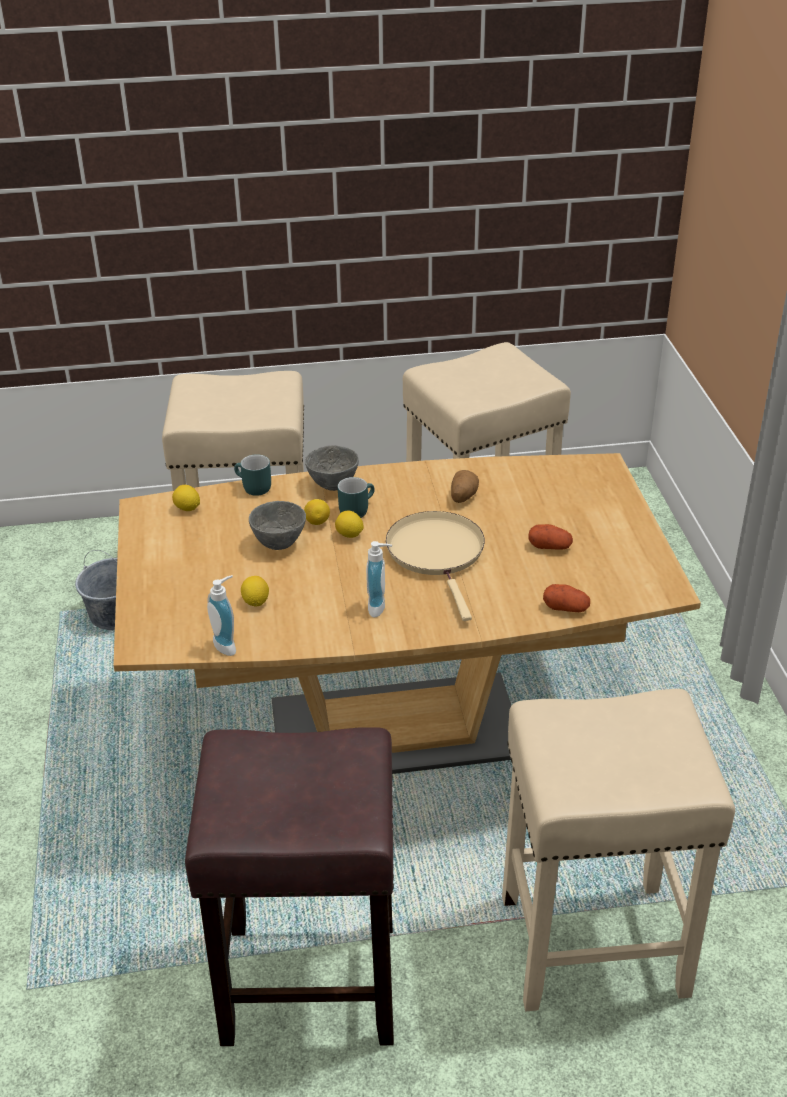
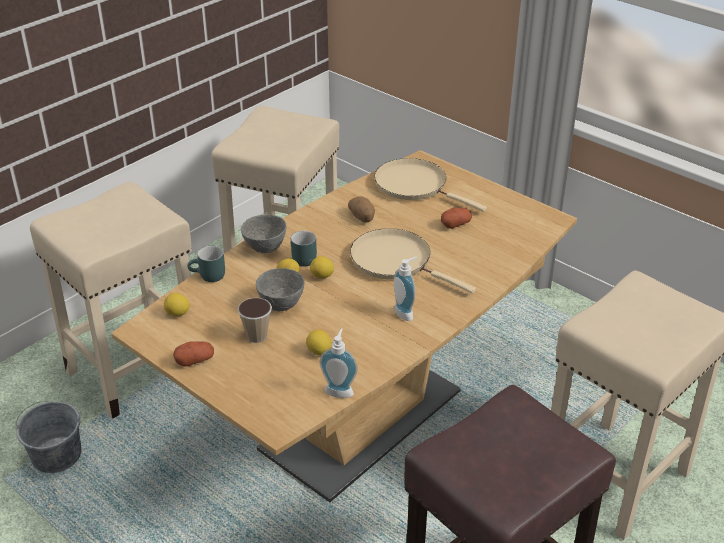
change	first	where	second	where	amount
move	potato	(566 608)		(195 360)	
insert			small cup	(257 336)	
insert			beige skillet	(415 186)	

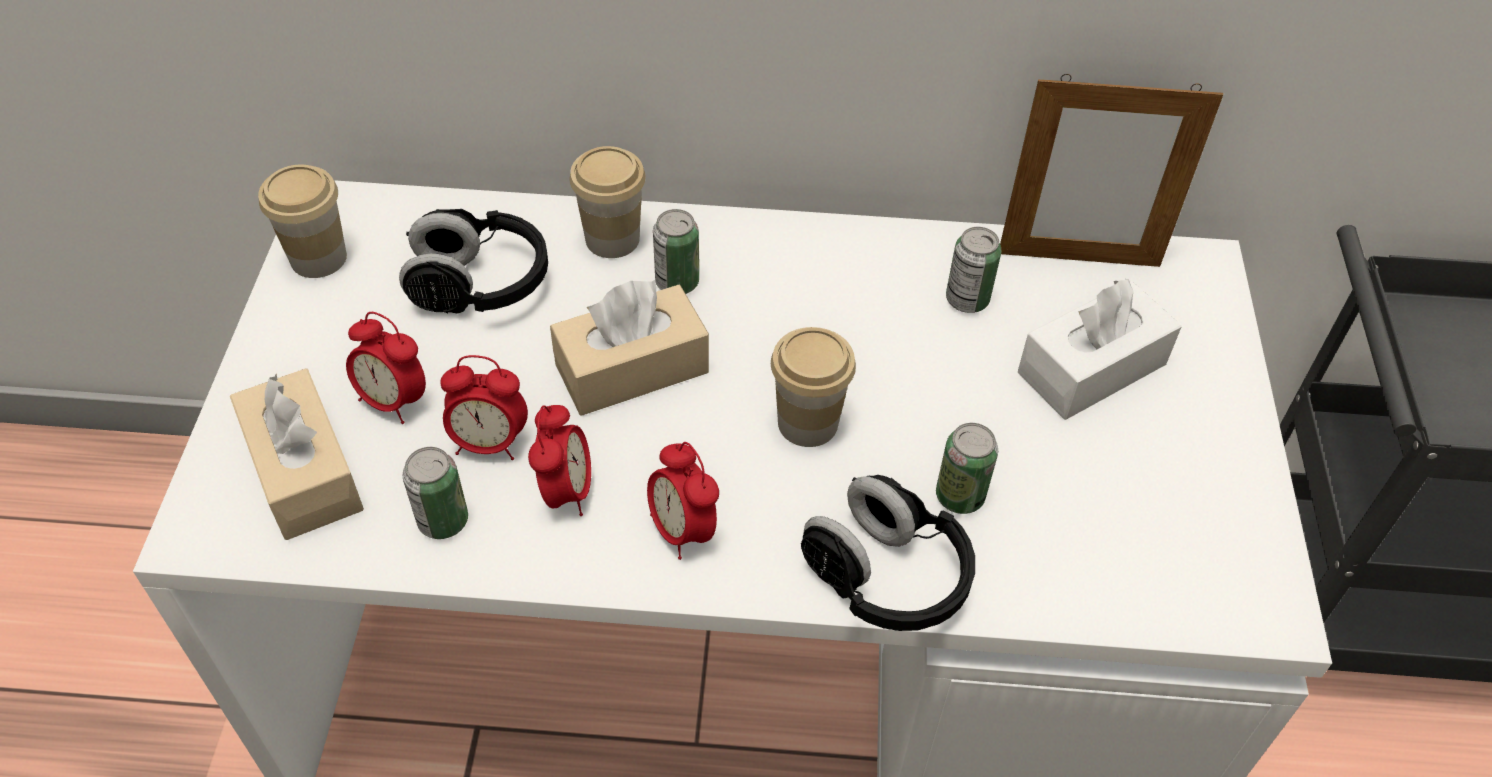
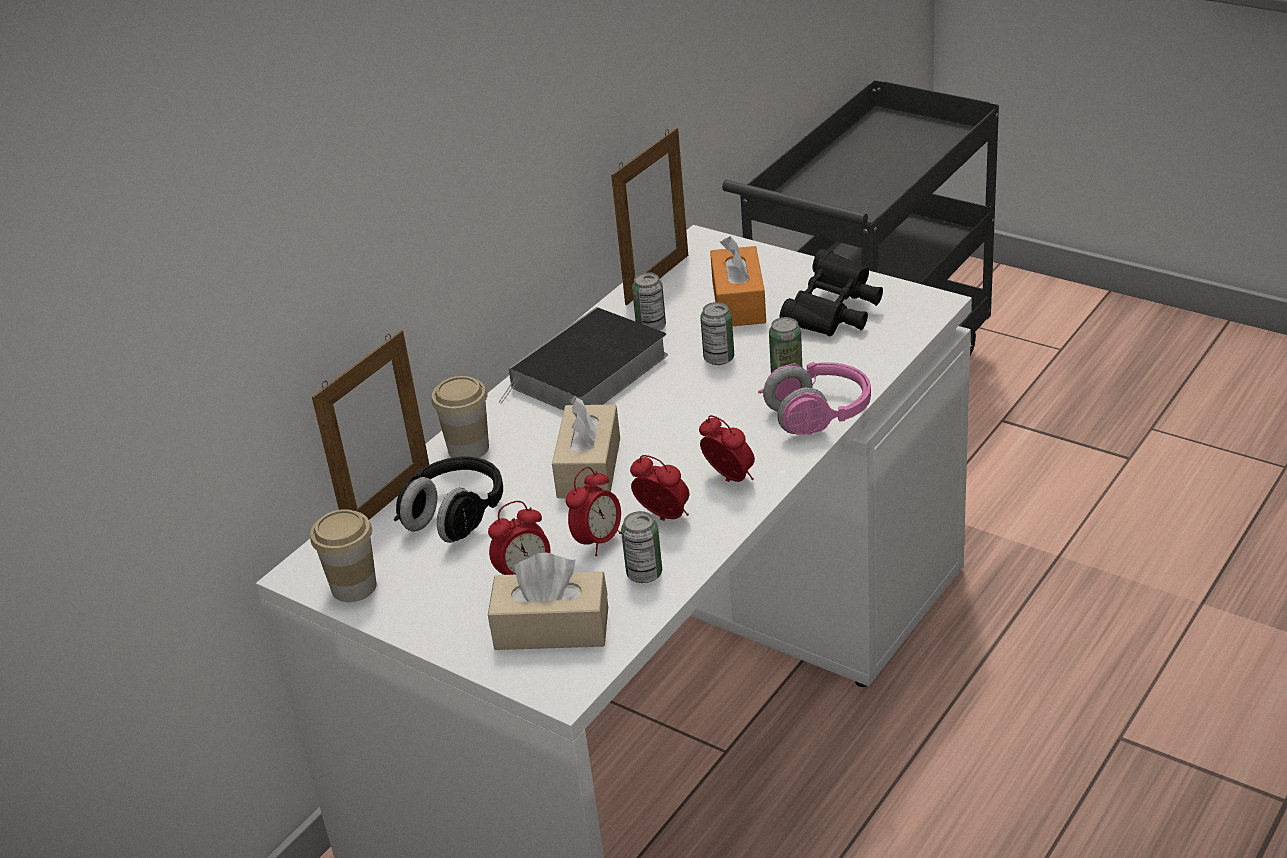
change	first	where	second	where	amount
rotate	alarm clock	(682 530)		(729 479)	135 degrees counterclockwise
move	can	(677 282)		(719 358)	
delete	small cup	(808 422)			
recolor	black headphones	(886 576)	pink-coloured headphones	(818 415)	
recolor	whitish tissue holder	(1091 368)	orange tissue holder	(738 302)	
insert			photo frame	(388 502)	
insert			book	(588 374)	
insert			black binoculars	(833 314)	

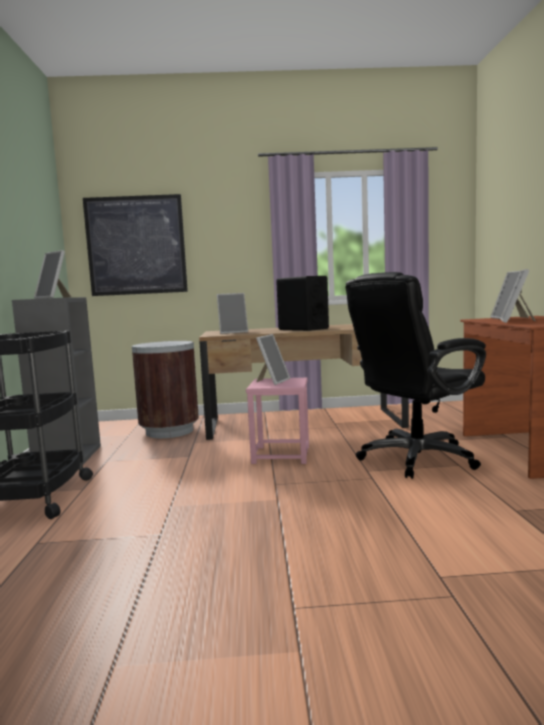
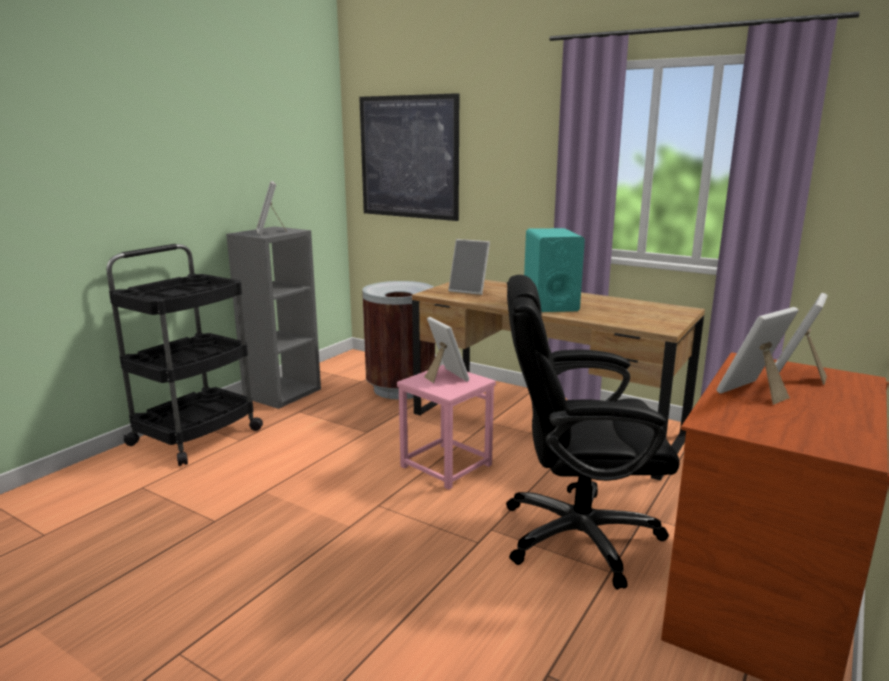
change	first	where	second	where	amount
rotate	photo frame	(272 381)		(445 377)	90 degrees counterclockwise
recolor	black loudspeaker	(303 329)	blue-green loudspeaker	(550 304)	

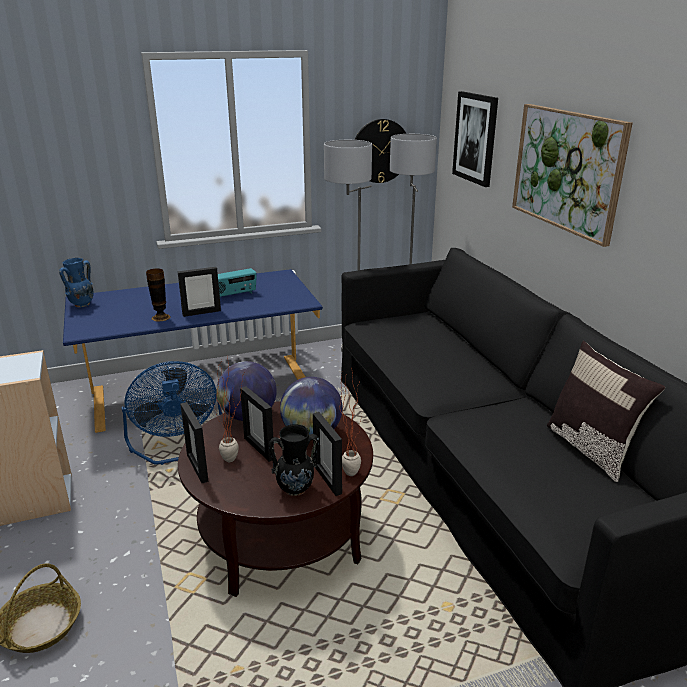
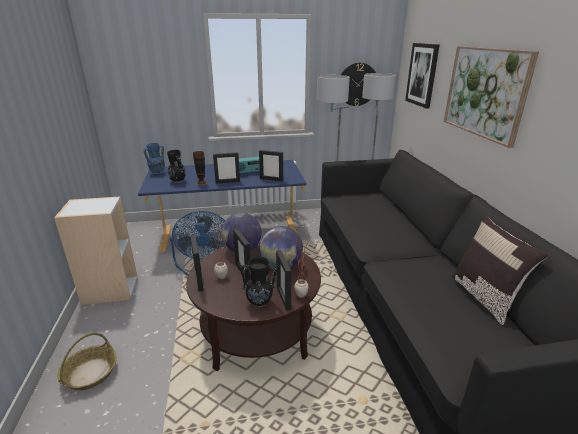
change	first	where	second	where	amount
insert			black decorative vase	(177 181)	
insert			photo frame	(271 179)	

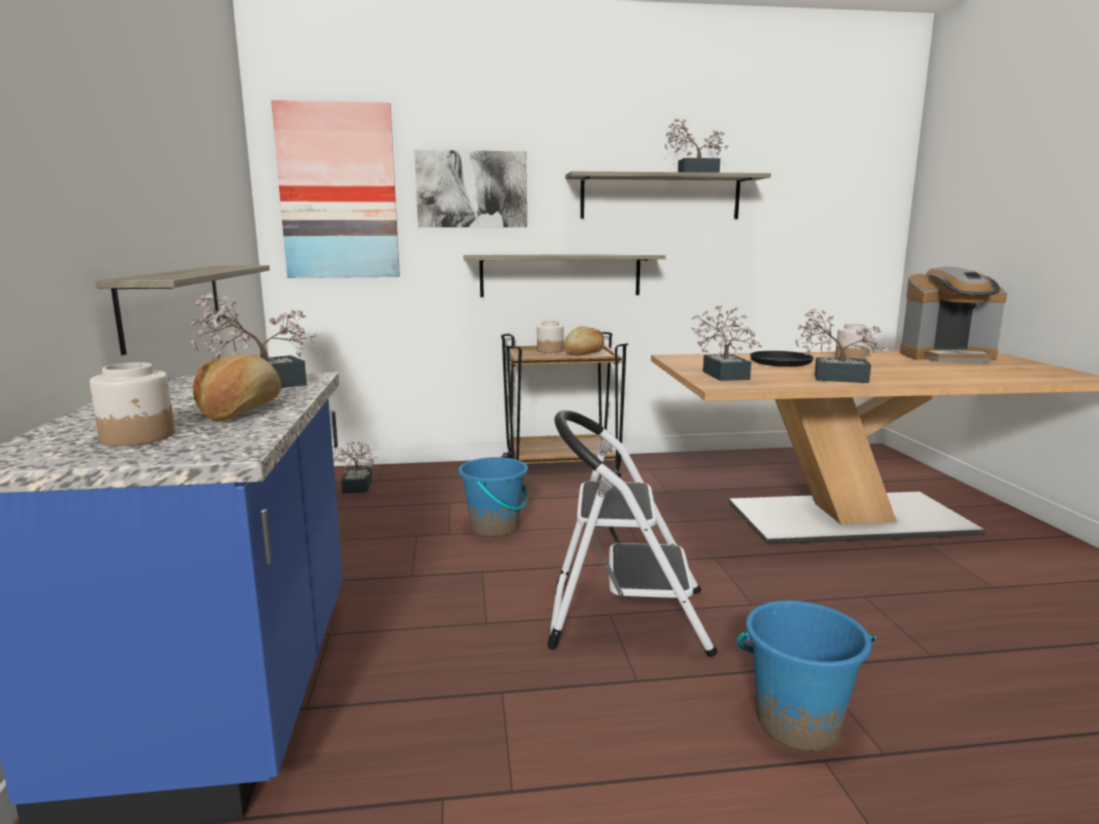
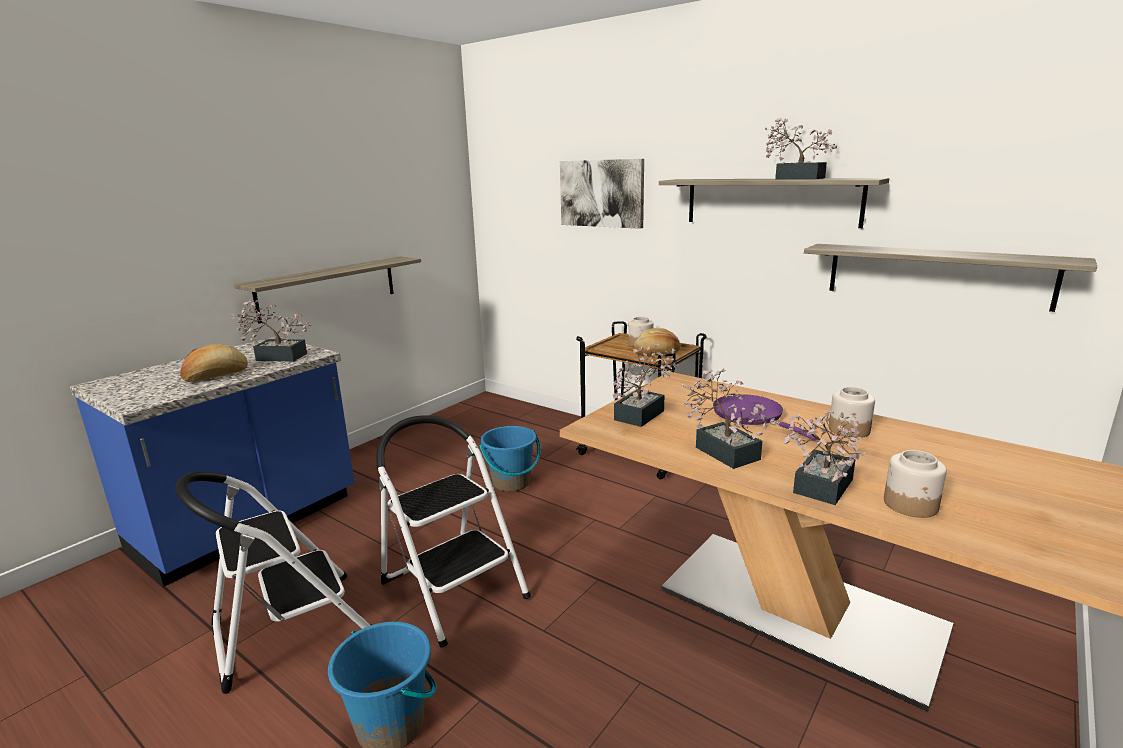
change	first	where	second	where	amount
move	jar	(138 437)		(911 505)	
delete	wall art	(338 192)			
move	plant in a pot	(356 488)		(819 489)	
move	wall shelf	(560 275)		(936 275)	
recolor	black skillet	(786 363)	purplish skillet	(751 416)	
delete	coffee machine	(947 357)			
insert			step ladder	(286 630)	

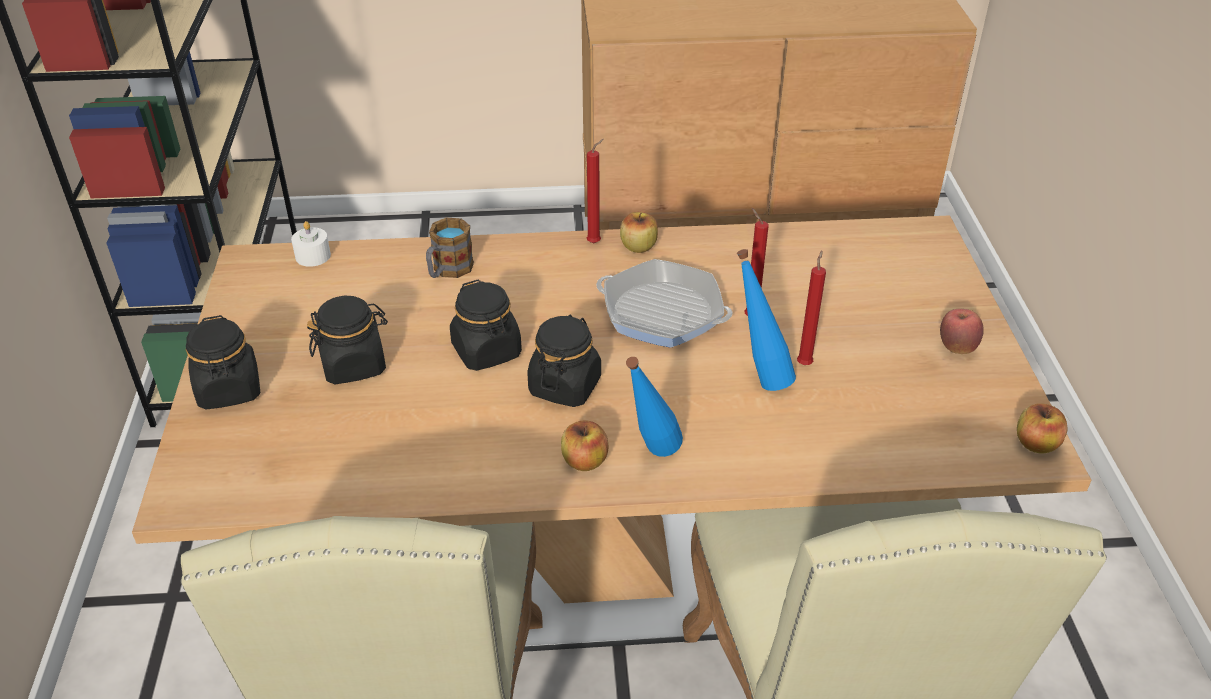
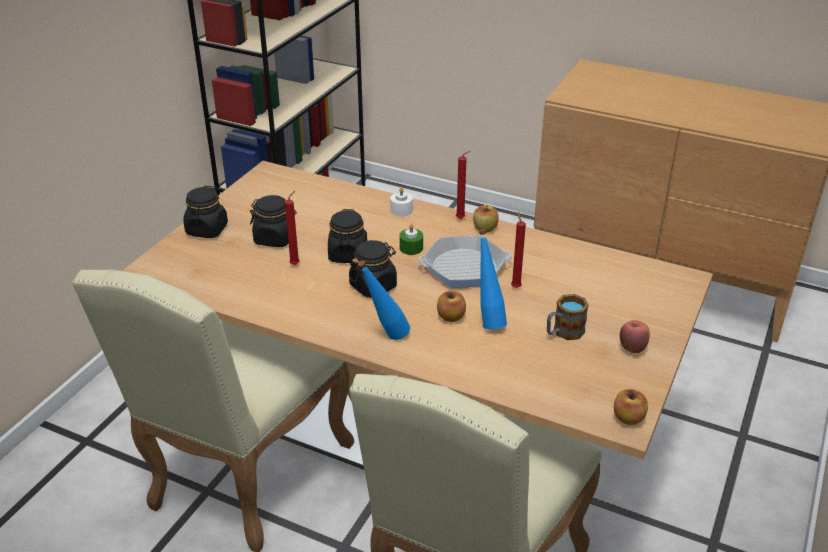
change	first	where	second	where	amount
move	whitish candle	(313 256)		(401 210)	
move	coffee mug	(448 270)		(563 332)	
move	whole apple	(585 461)		(451 317)	
rotate	skillet	(662 312)		(464 267)	60 degrees counterclockwise
move	reddish candle	(804 363)		(296 264)	
insert			green candle	(411 248)	

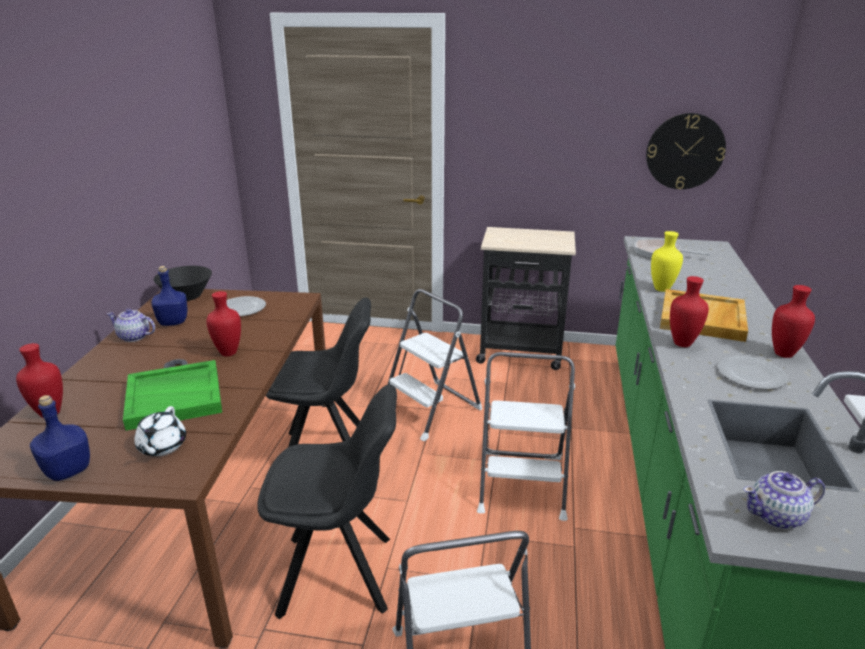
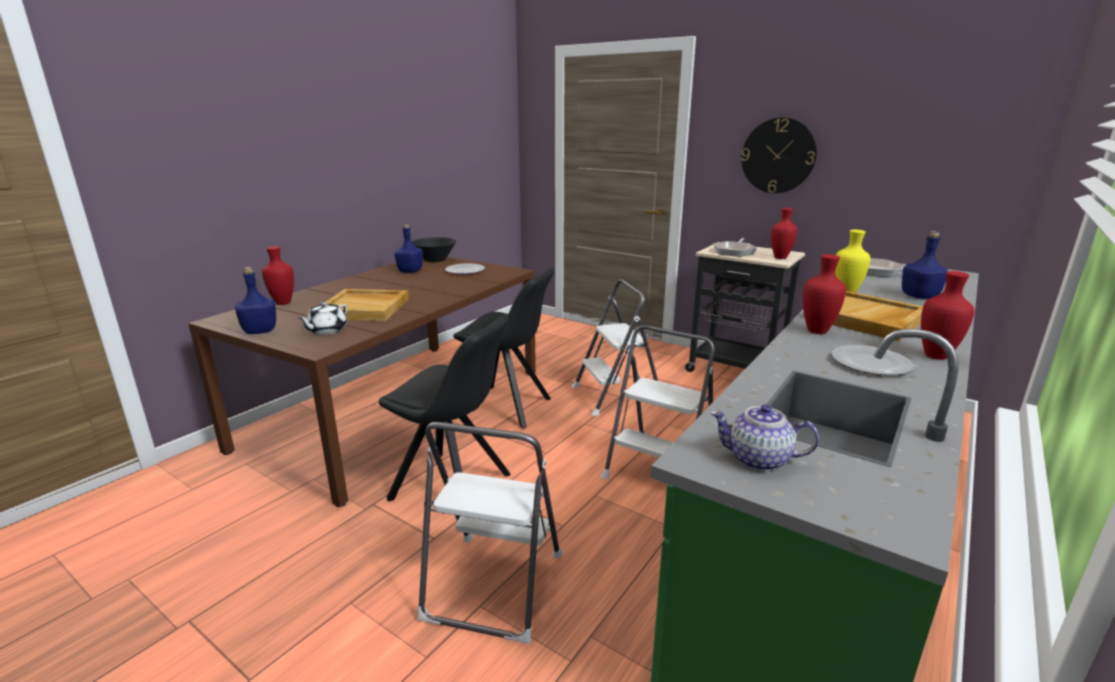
change	first	where	second	where	amount
delete	teapot	(134 337)			
recolor	green serving tray	(175 397)	beige serving tray	(365 308)	
move	reddish decorative vase	(228 353)		(780 258)	
move	hanging clock	(685 151)		(778 156)	
insert			skillet	(734 251)	
insert			blue bottle	(920 296)	

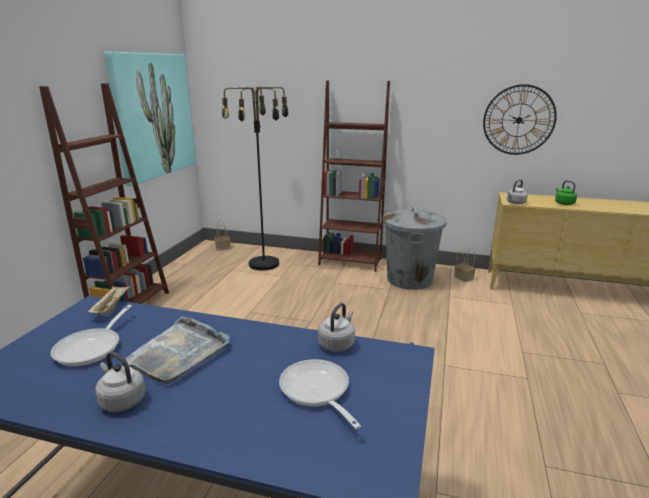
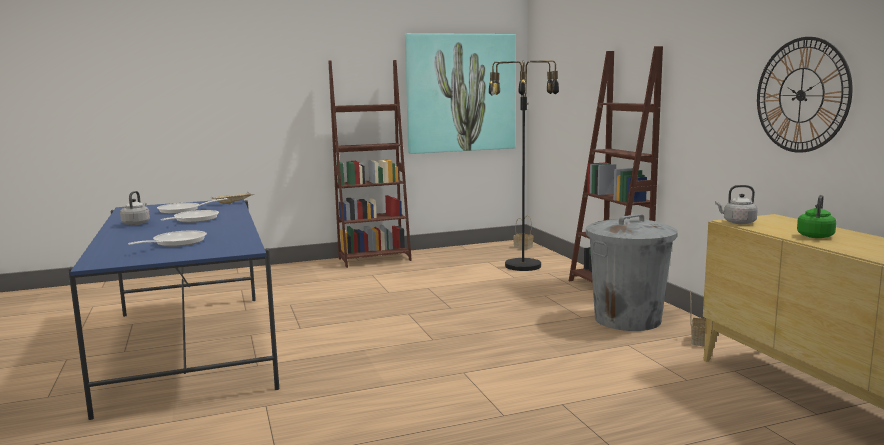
change	first	where	second	where	amount
replace	gray serving tray	(178 353)	skillet	(193 220)	
delete	gray tea kettle	(337 344)			

